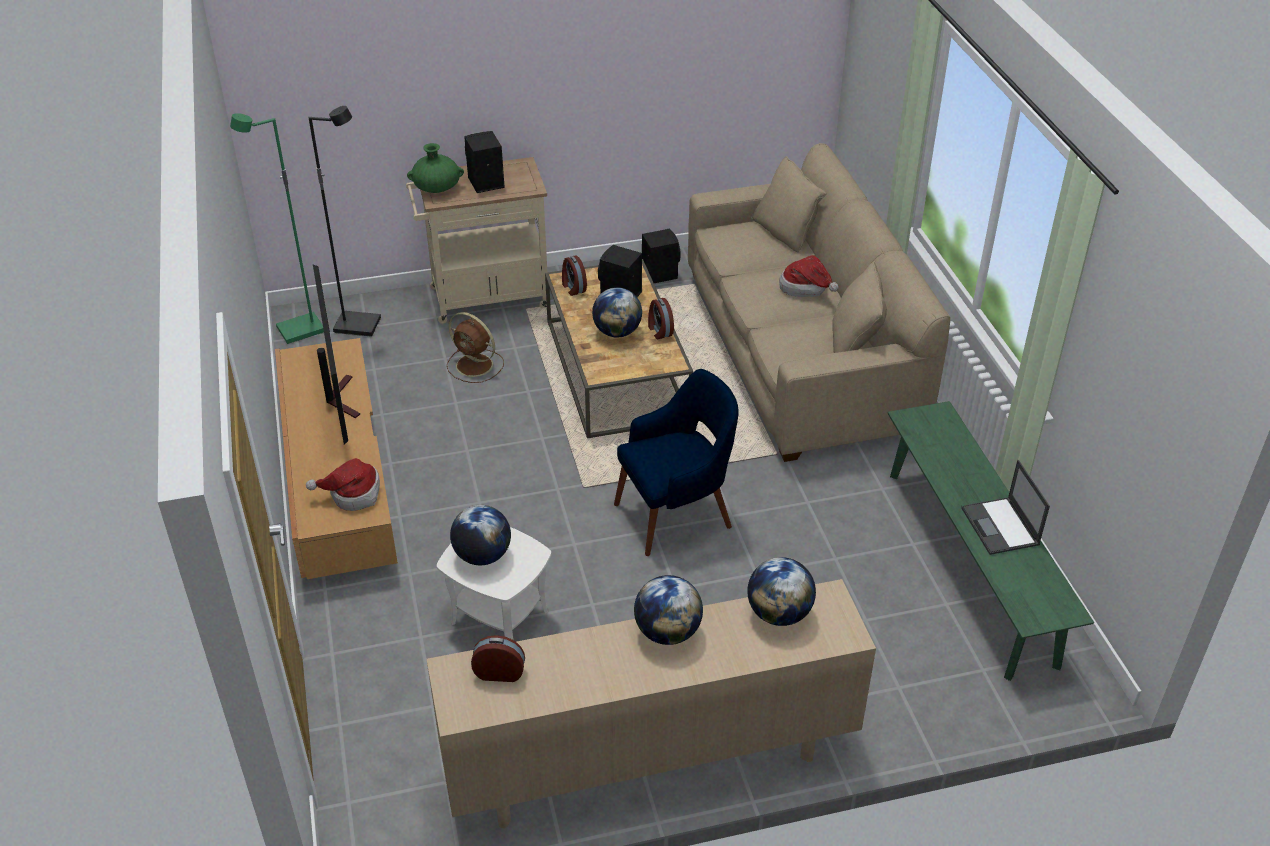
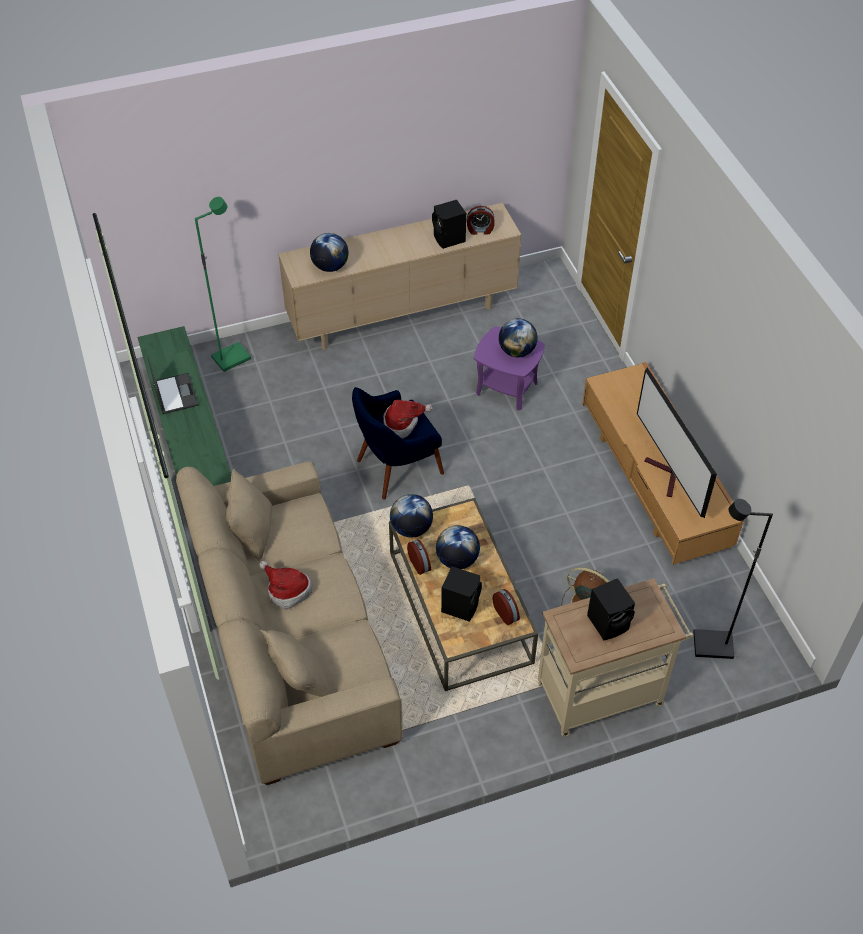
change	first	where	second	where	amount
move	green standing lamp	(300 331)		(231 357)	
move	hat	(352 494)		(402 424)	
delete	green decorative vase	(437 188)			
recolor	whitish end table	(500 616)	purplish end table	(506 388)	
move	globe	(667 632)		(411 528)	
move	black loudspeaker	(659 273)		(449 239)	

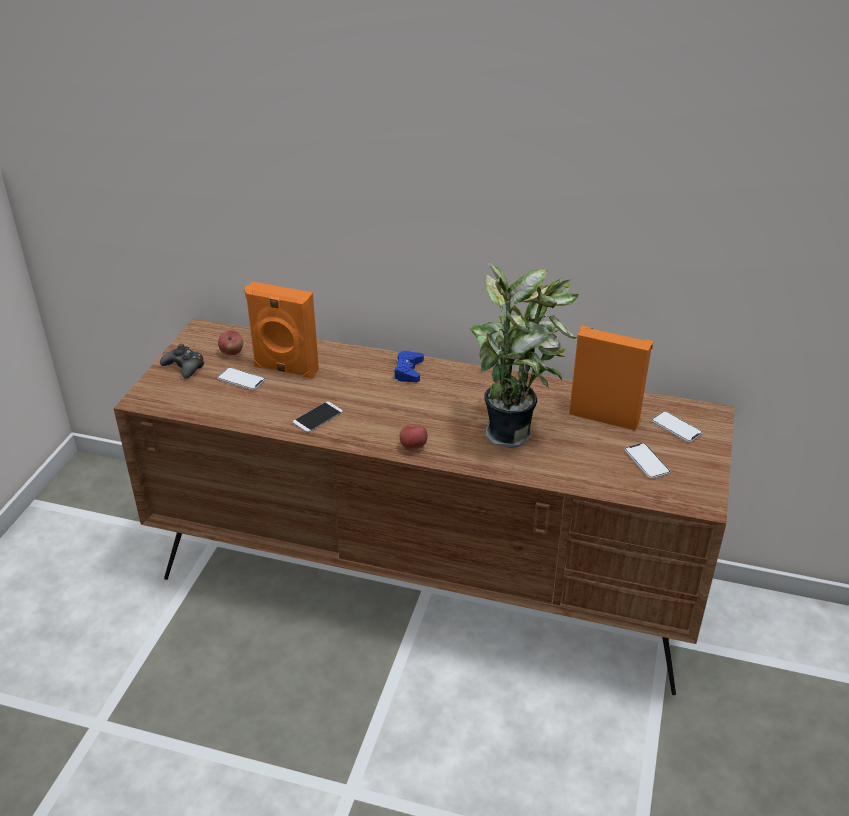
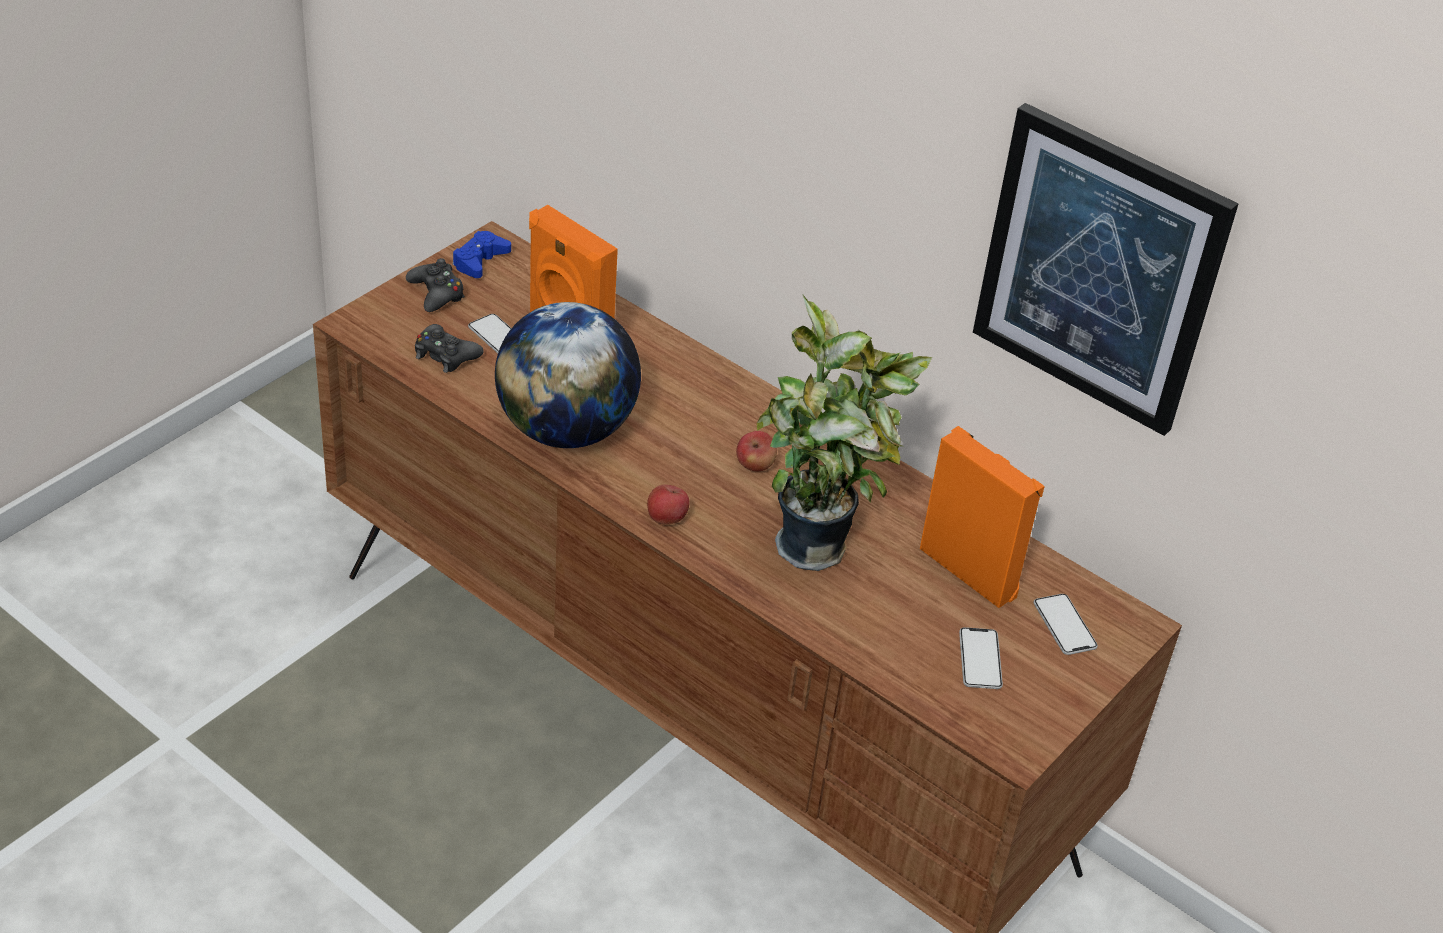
change	first	where	second	where	amount
move	whole apple	(232 353)		(755 465)	
replace	telephone	(318 417)	globe	(566 430)	
move	blue gamepad	(408 371)		(480 261)	
insert			black gamepad	(445 355)	
insert			wall art	(1099 269)	

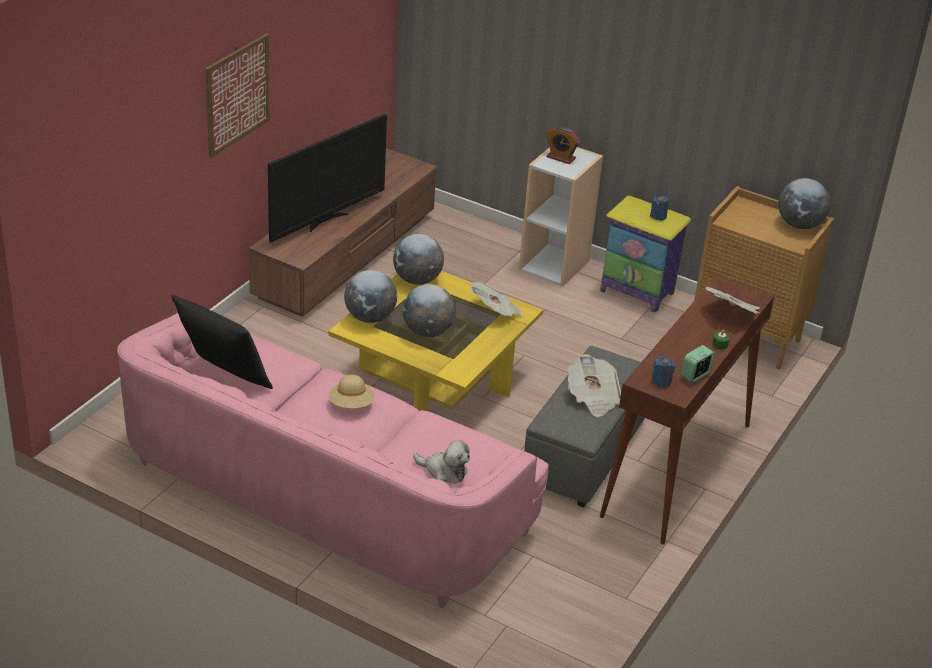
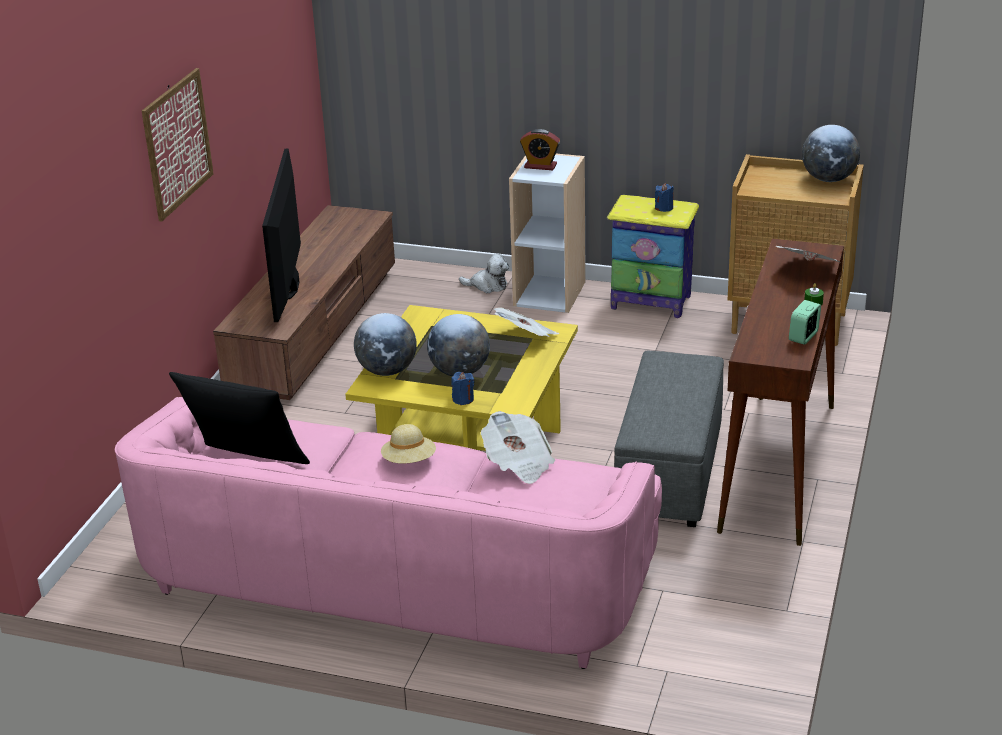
change	first	where	second	where	amount
rotate	television	(326 220)		(291 287)	150 degrees clockwise
delete	globe	(417 280)			
move	soft toy	(444 471)		(488 285)	
move	daily paper	(593 398)		(518 463)	
move	blue candle	(661 381)		(463 399)	

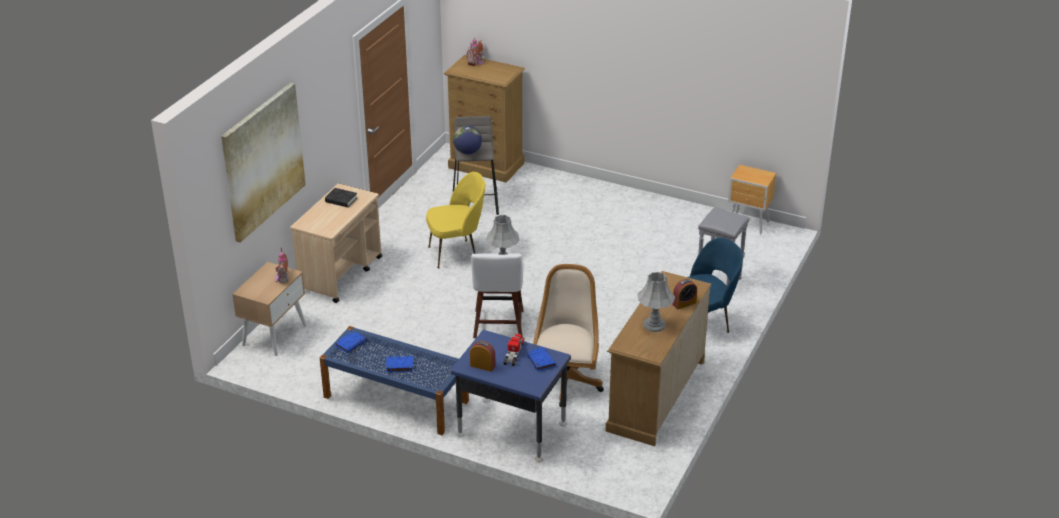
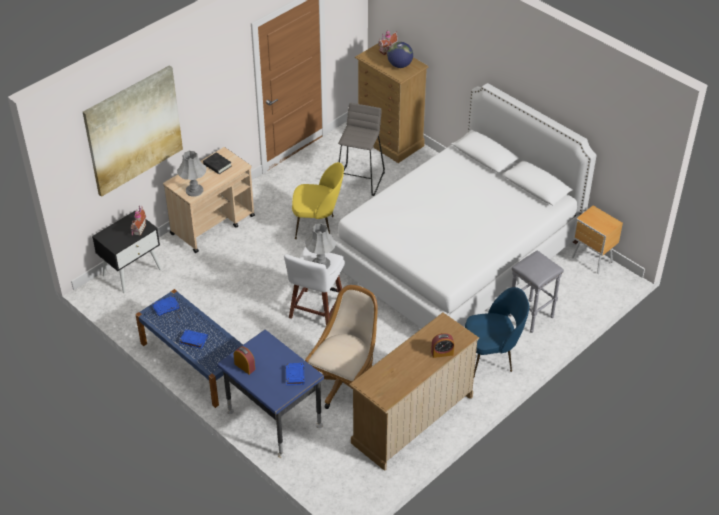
change	first	where	second	where	amount
recolor	beige night table	(274 335)	black night table	(132 272)	
move	globe	(468 152)		(400 65)	
delete	toy truck	(514 353)			
move	gray table lamp	(654 325)		(194 190)	
insert			whitish sleeping bed	(457 256)	

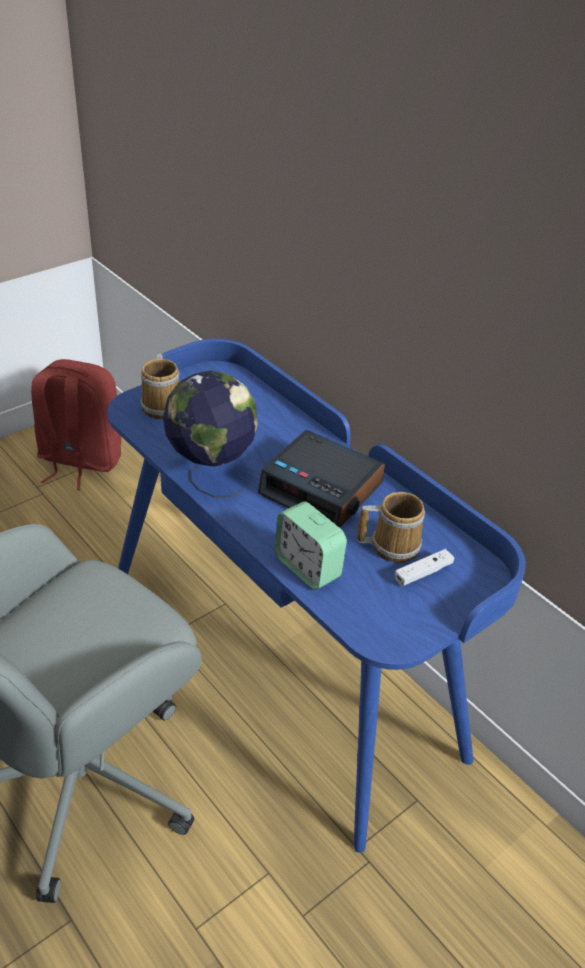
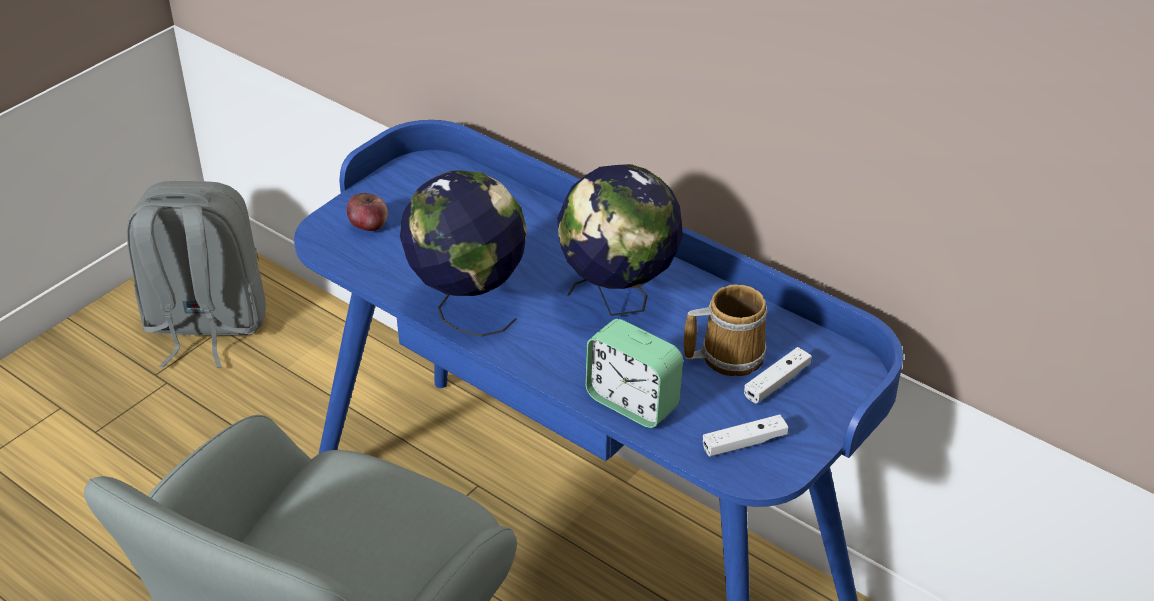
change	first	where	second	where	amount
recolor	reddish rucksack	(79 461)	gray rucksack	(205 325)	
replace	coffee mug	(163 405)	whole apple	(368 225)	
replace	alarm clock	(322 489)	globe	(618 301)	
insert			whitish gamepad	(744 443)	

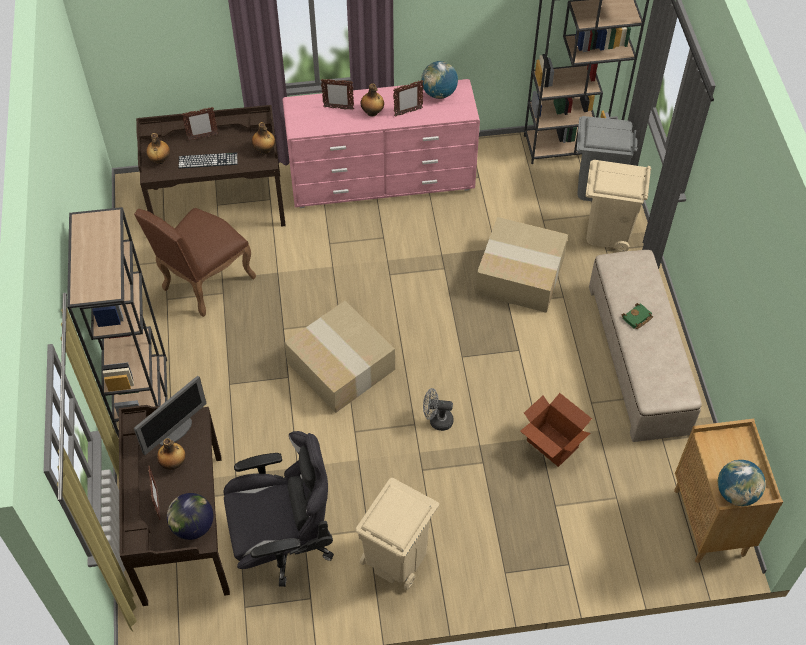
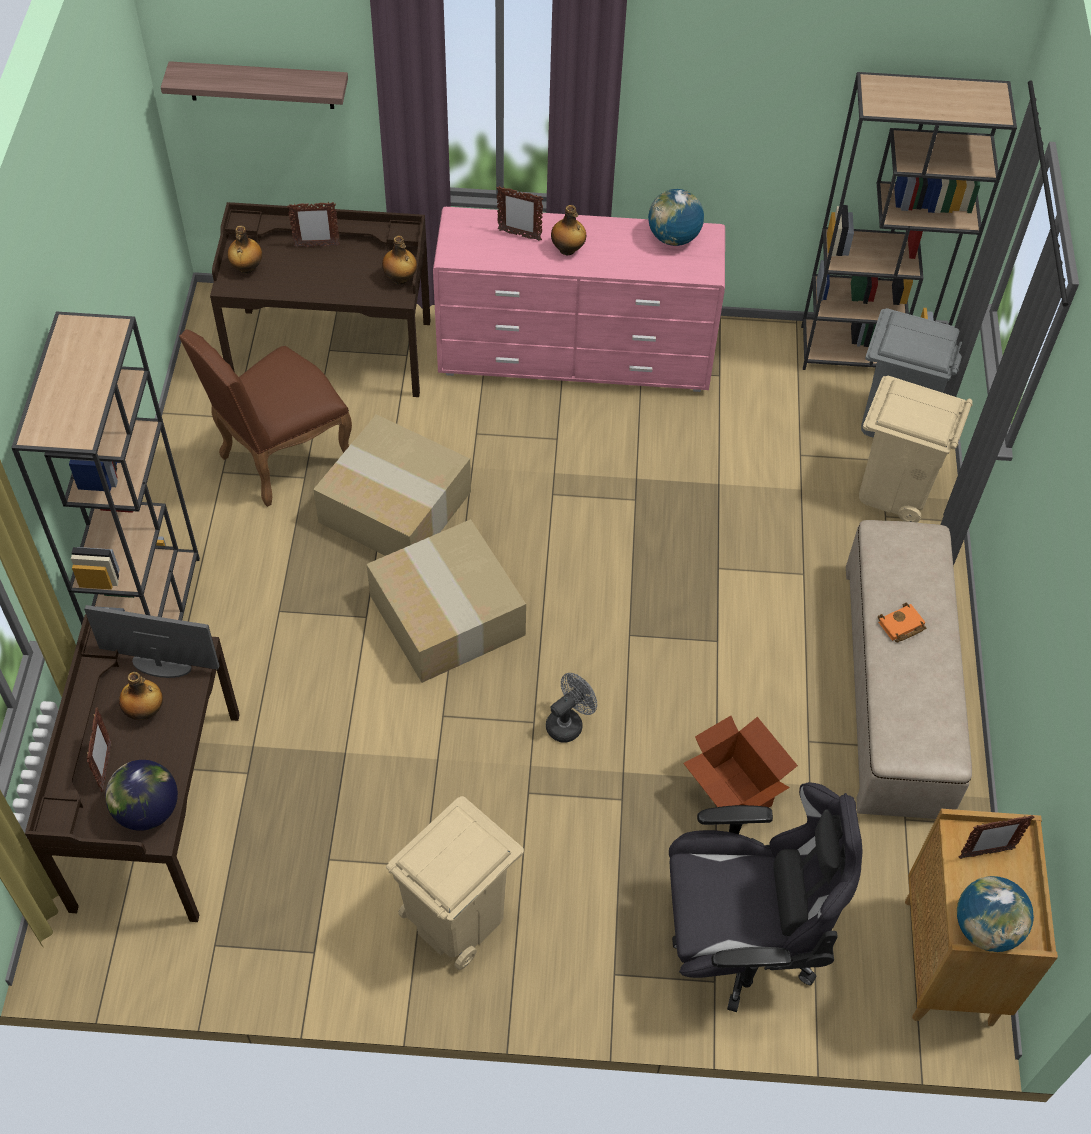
change	first	where	second	where	amount
rotate	computer display	(175 431)		(161 665)	135 degrees counterclockwise
delete	computer keyboard	(208 160)			
move	black computer chair	(282 544)		(737 943)	
move	photo frame	(408 112)		(985 853)	
rotate	gray cooling fan	(437 420)		(568 723)	120 degrees clockwise
move	packing box	(518 275)		(392 507)	
recolor	green book	(637 318)	orange book	(901 626)	
insert			wall shelf	(260 85)	

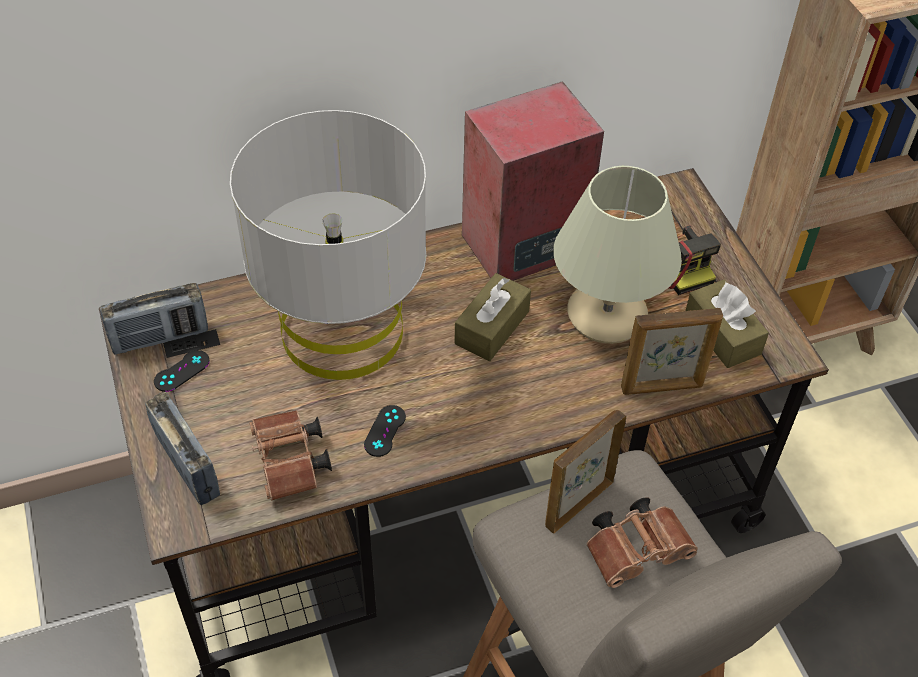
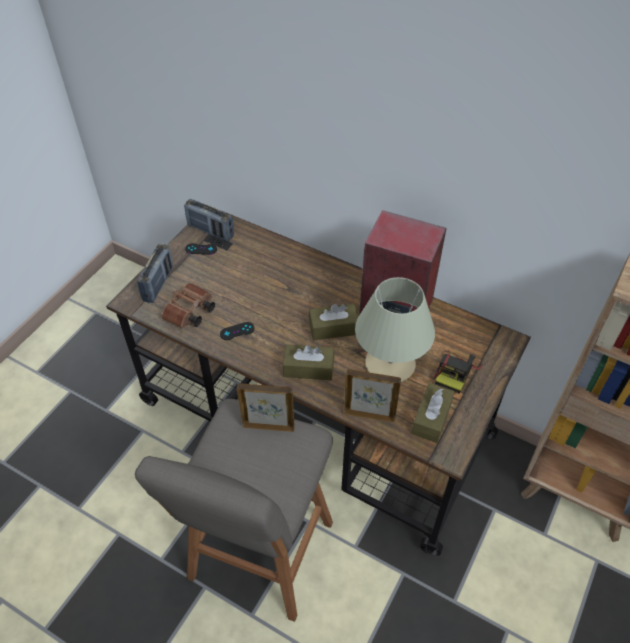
change	first	where	second	where	amount
delete	gray table lamp	(341 331)			
delete	brown binoculars	(639 550)			
rotate	photo frame	(662 387)		(369 414)	150 degrees clockwise
insert			brown tissue holder	(308 368)	

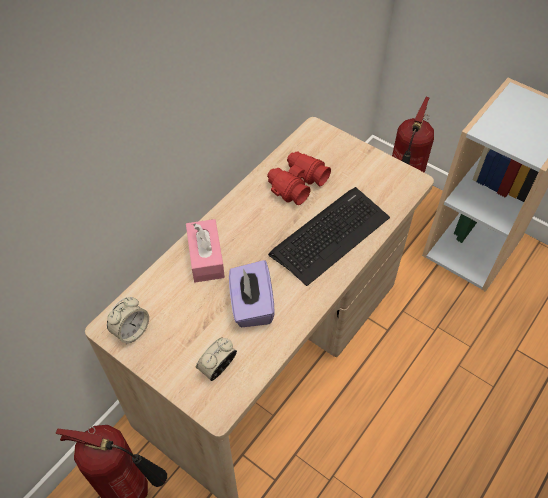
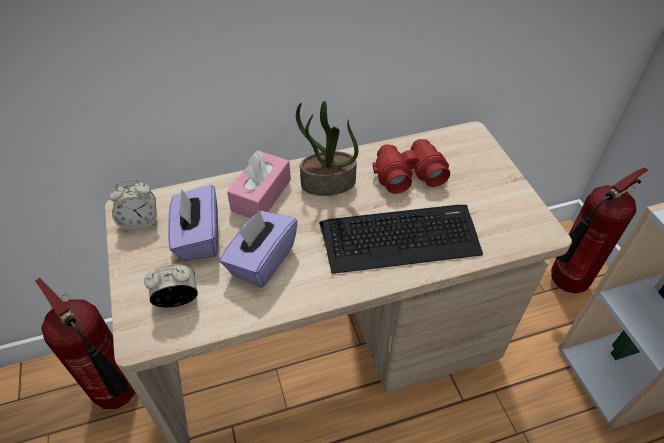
change	first	where	second	where	amount
insert			purplish tissue holder	(198 237)	
insert			plant in a pot	(327 184)	

